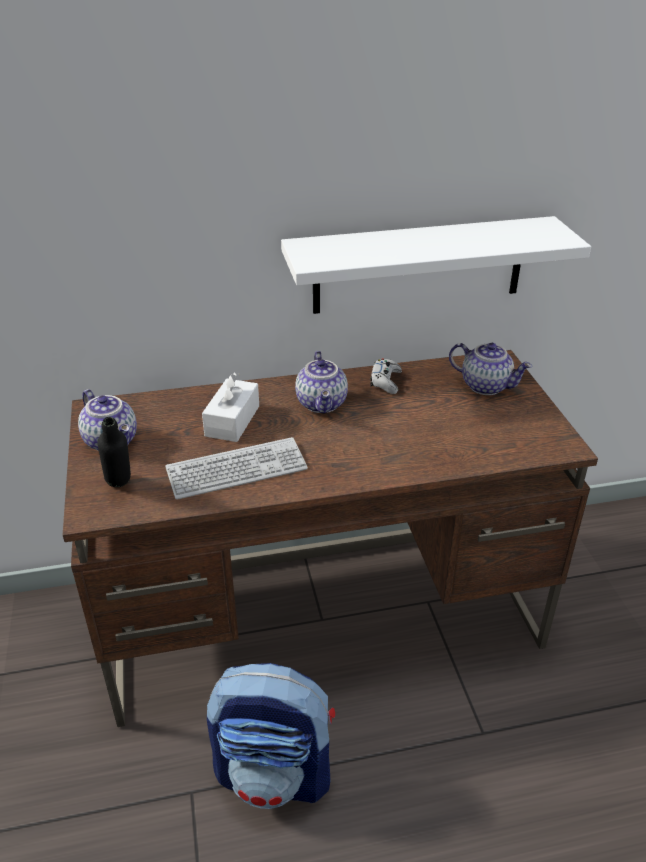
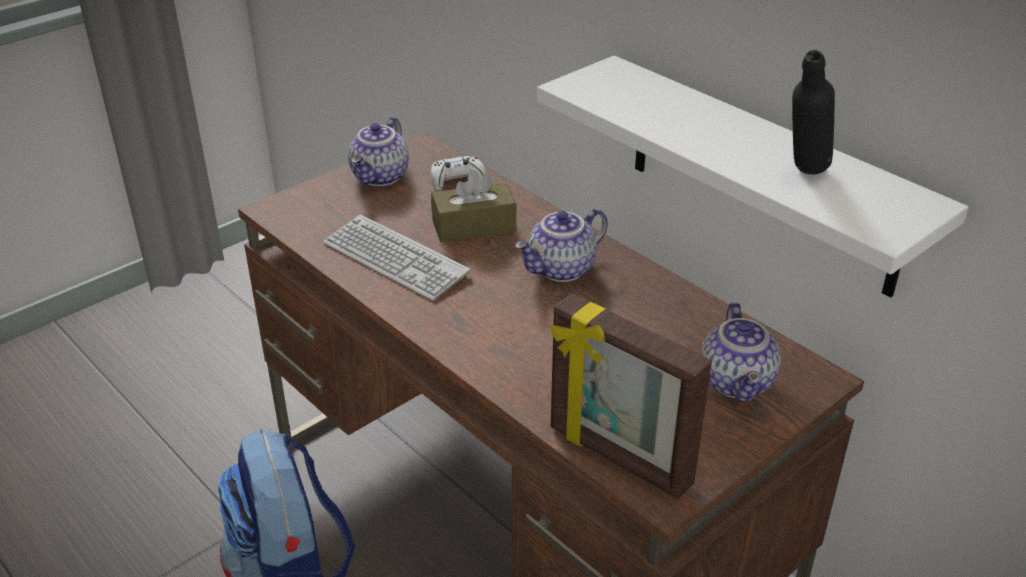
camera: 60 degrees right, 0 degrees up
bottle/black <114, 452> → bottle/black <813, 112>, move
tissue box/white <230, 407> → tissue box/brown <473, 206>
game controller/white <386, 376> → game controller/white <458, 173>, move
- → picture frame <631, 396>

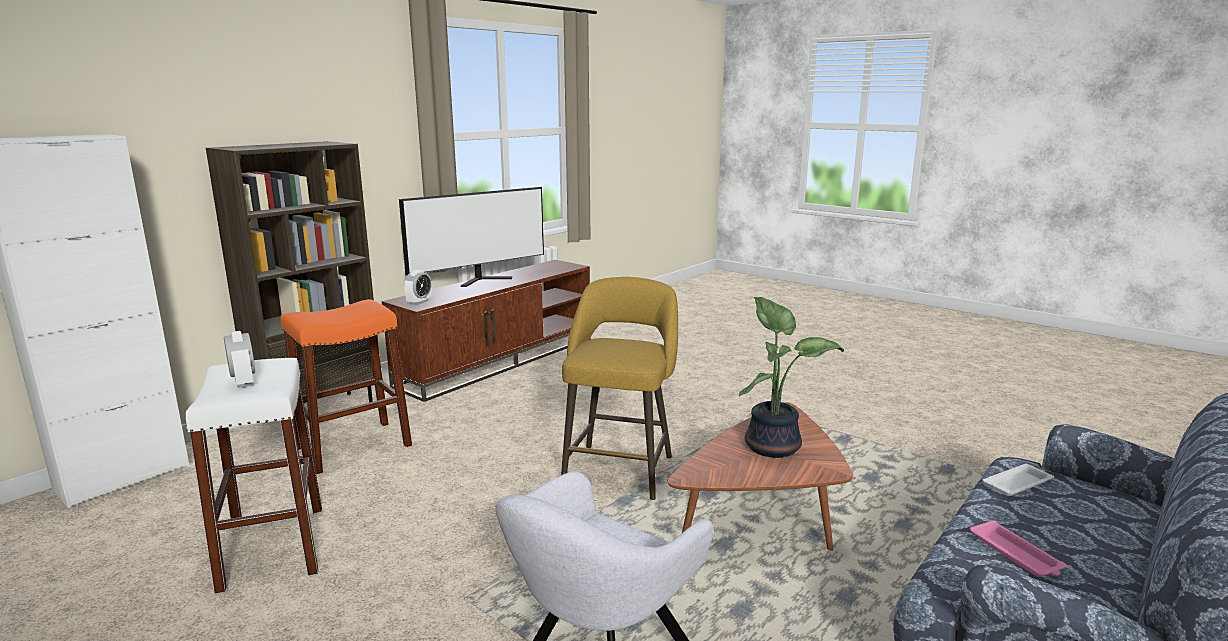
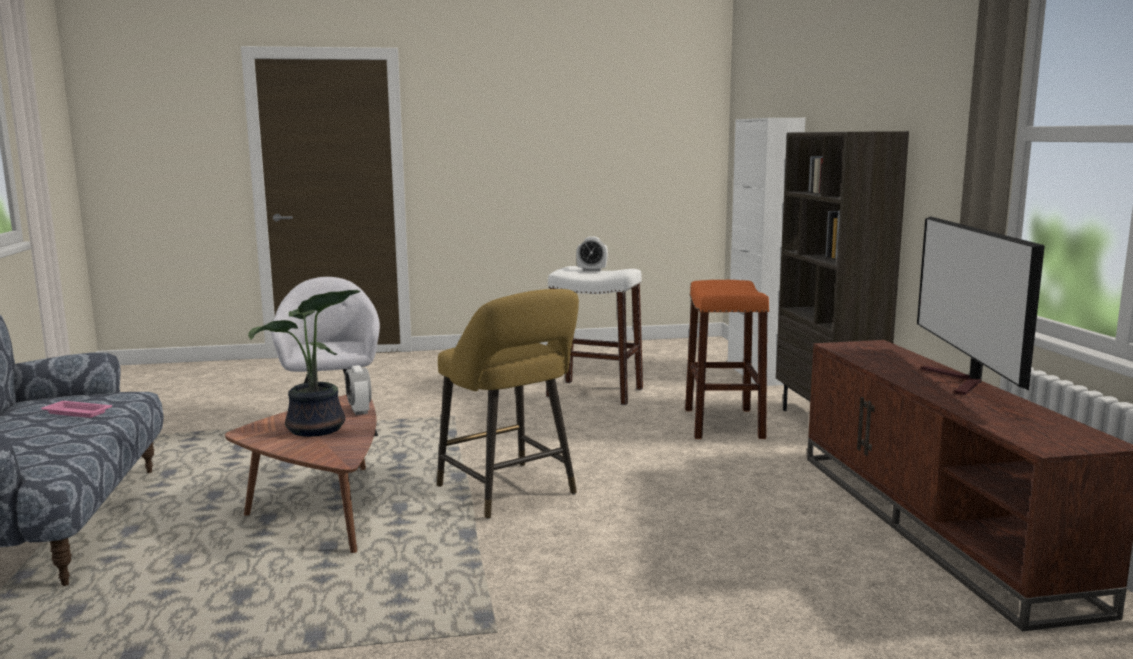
camera: 130 degrees right, 5 degrees down
alarm clock <418, 287> → alarm clock <358, 390>, move
tray/white <1018, 480> → -

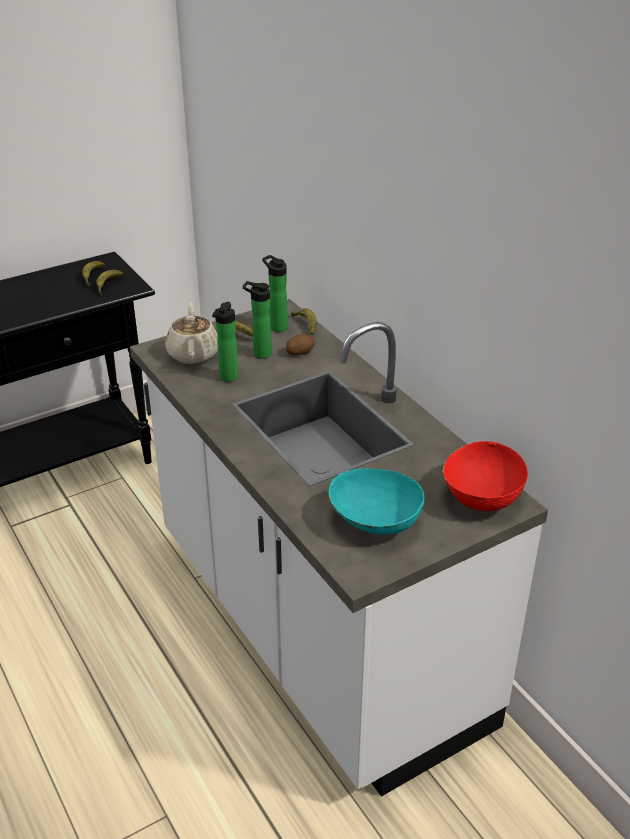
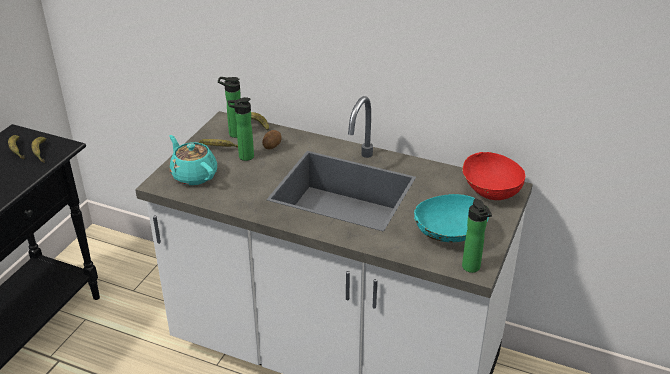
camera: 35 degrees left, 0 degrees up
teapot/beige <191, 333> → teapot/turquoise <193, 160>
bottle <225, 342> → bottle <477, 236>, move

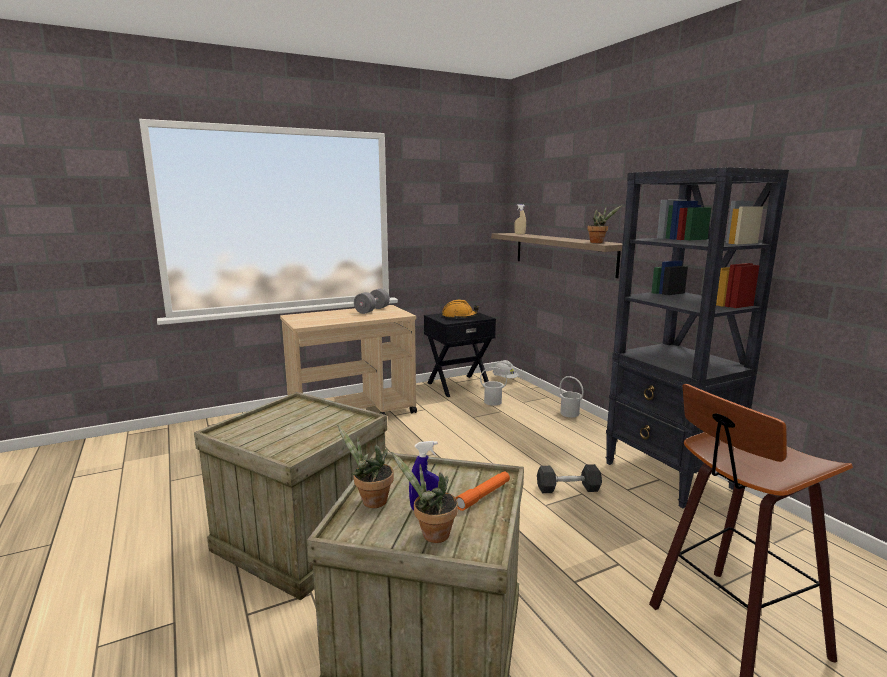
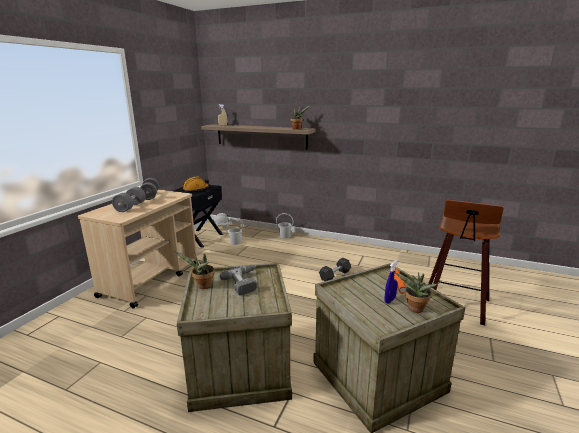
camera: 40 degrees left, 5 degrees up
potted plant <366, 466> → potted plant <194, 270>, move
bookcase/black <697, 337> → -
- → dumbbell/grey <129, 199>
- → power drill <238, 280>

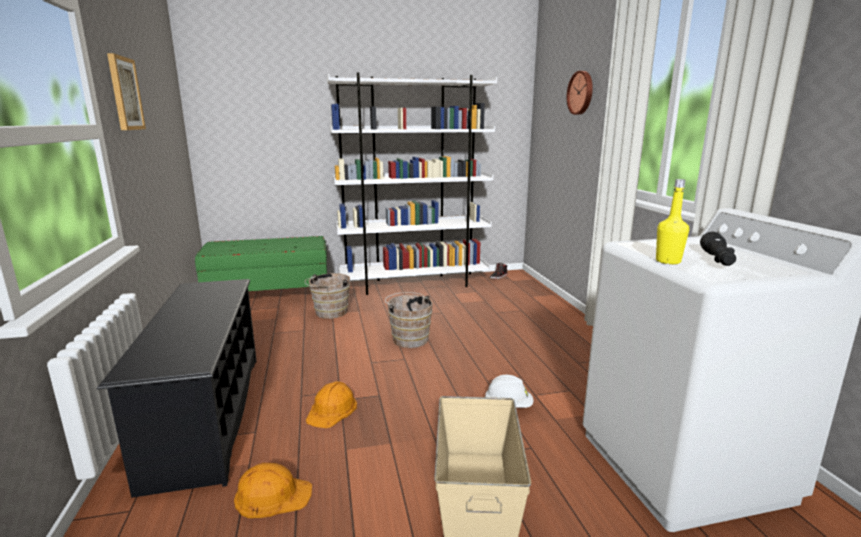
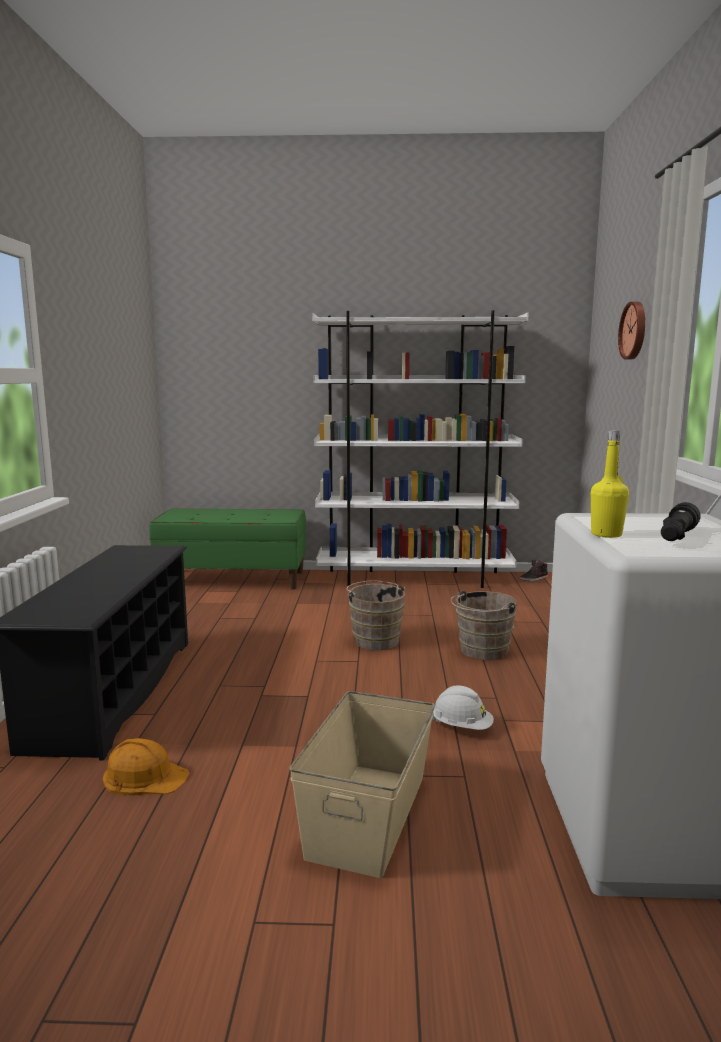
camera: 15 degrees right, 5 degrees down
picture <126, 91> → -
bucket/brown <327, 296> → bucket/brown <484, 625>, move
hard hat/orange <331, 404> → -

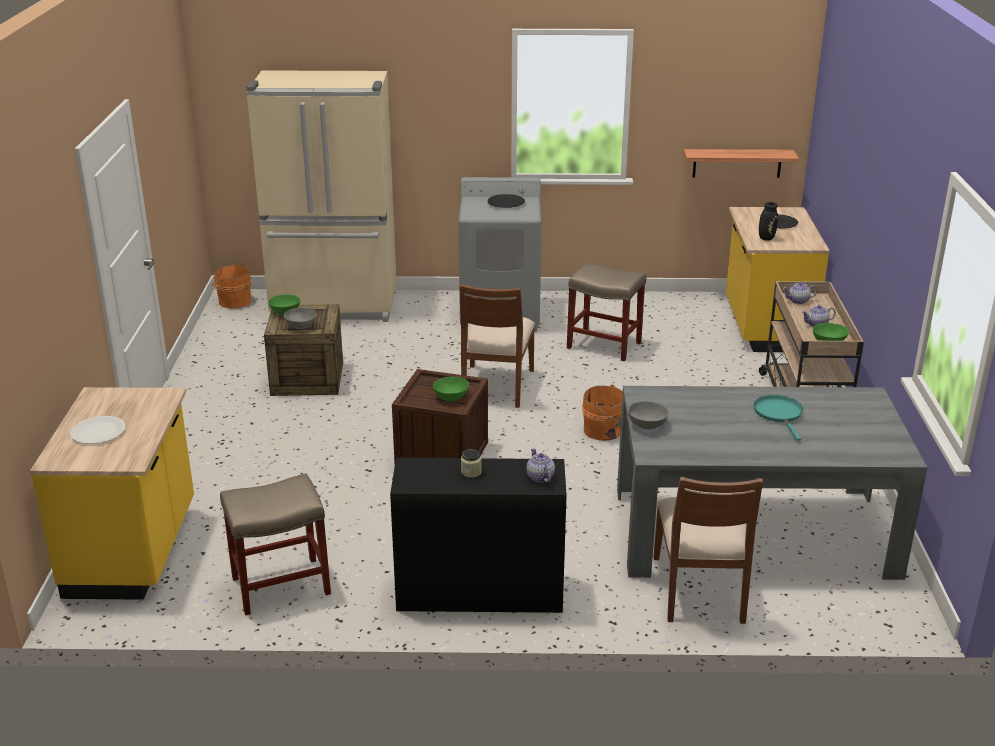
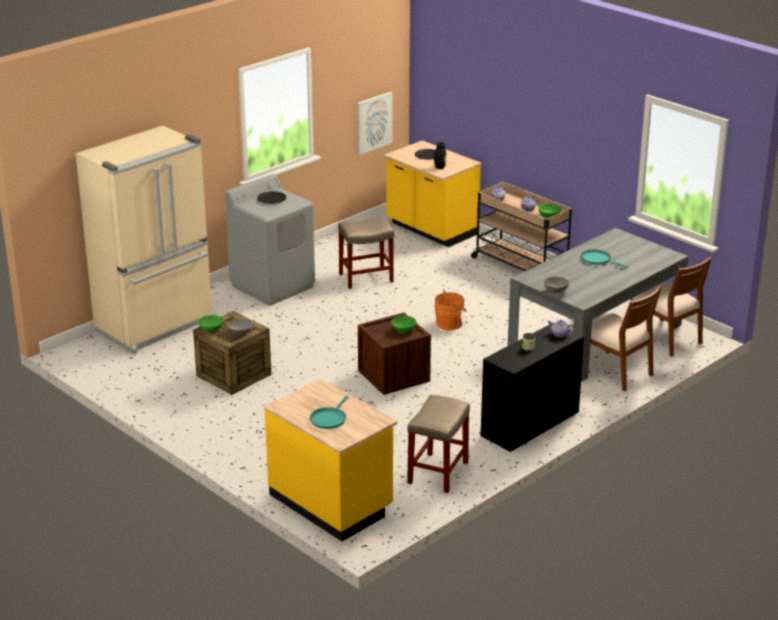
camera: 45 degrees left, 0 degrees up
plate/white <97, 430> → frying pan/turquoise <329, 412>
bucket/orange <231, 286> → -
chair/brown <497, 346> → chair/brown <671, 307>, move
shelf <741, 163> → picture <374, 123>

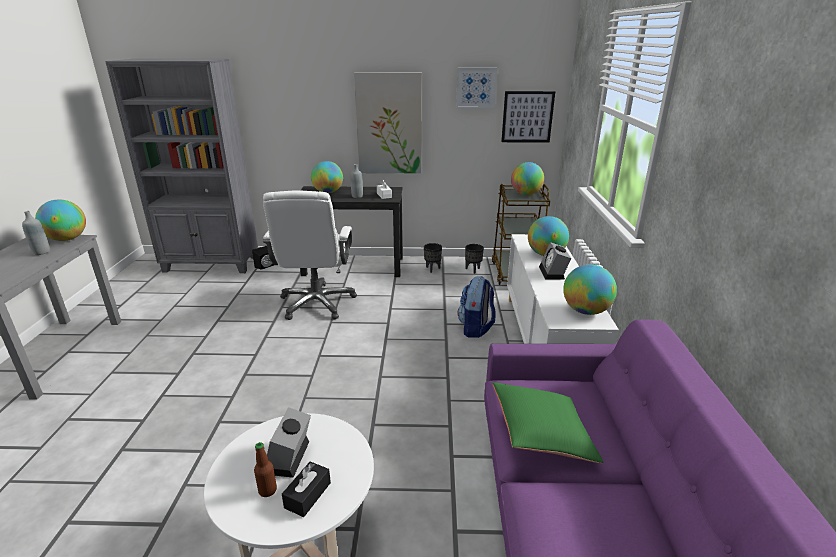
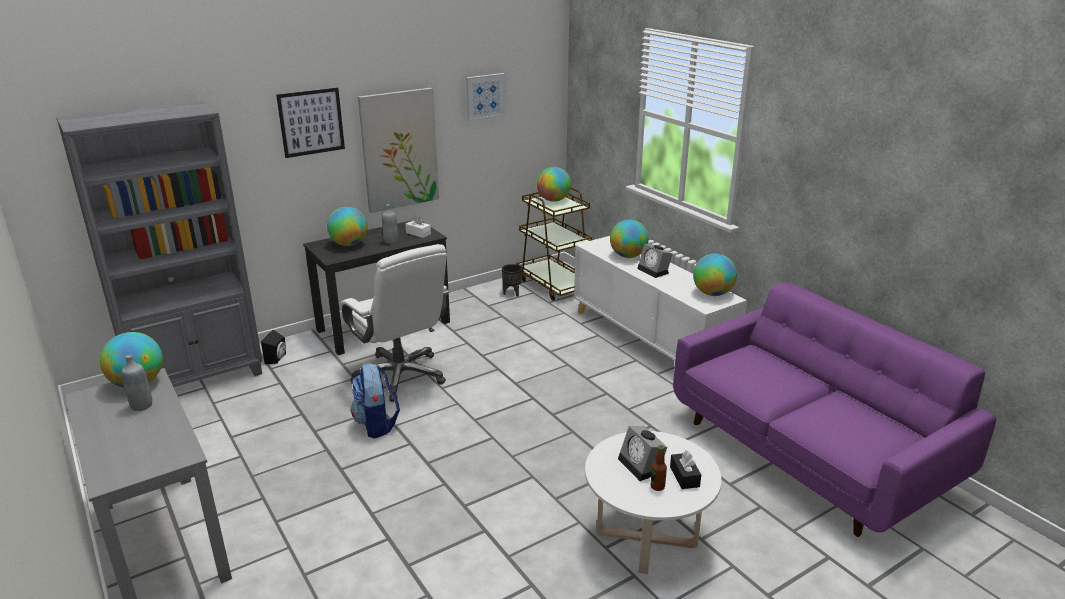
camera: 35 degrees left, 0 degrees up
planter/black <433, 258> → -
backpack <476, 307> → backpack <375, 400>, move
pillow/green <548, 422> → -
picture <528, 117> → picture <310, 123>, move

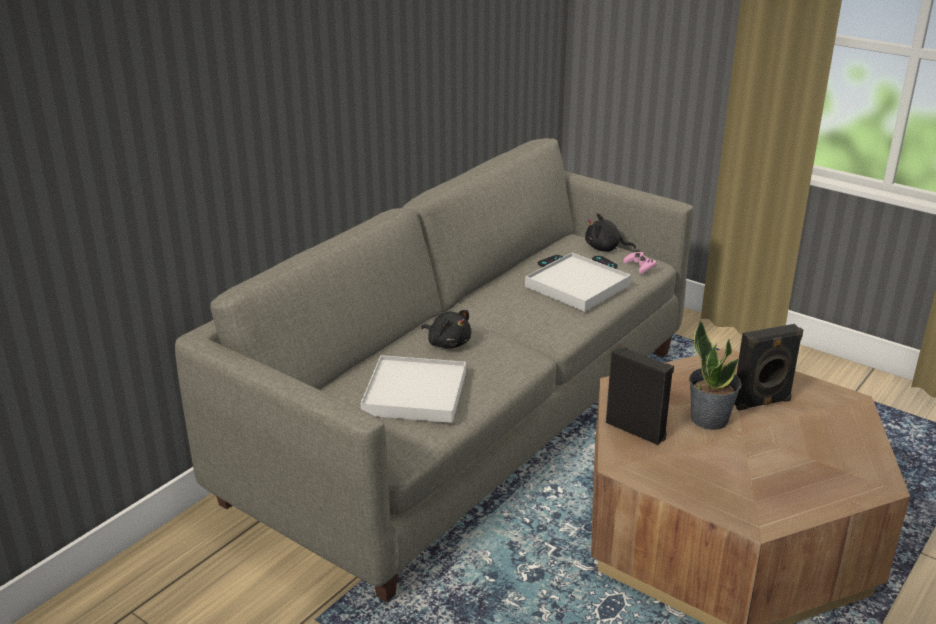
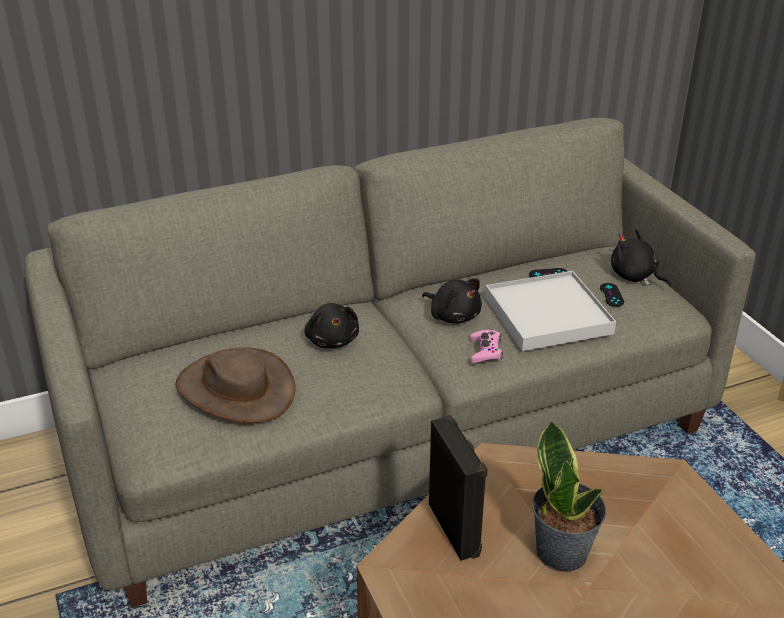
camera: 30 degrees right, 5 degrees up
tray/white <413, 389> → hat/brown <236, 385>
game controller/pink <640, 263> → game controller/pink <486, 346>, move
speaker/black <768, 367> → -
- → plush toy/black <452, 301>

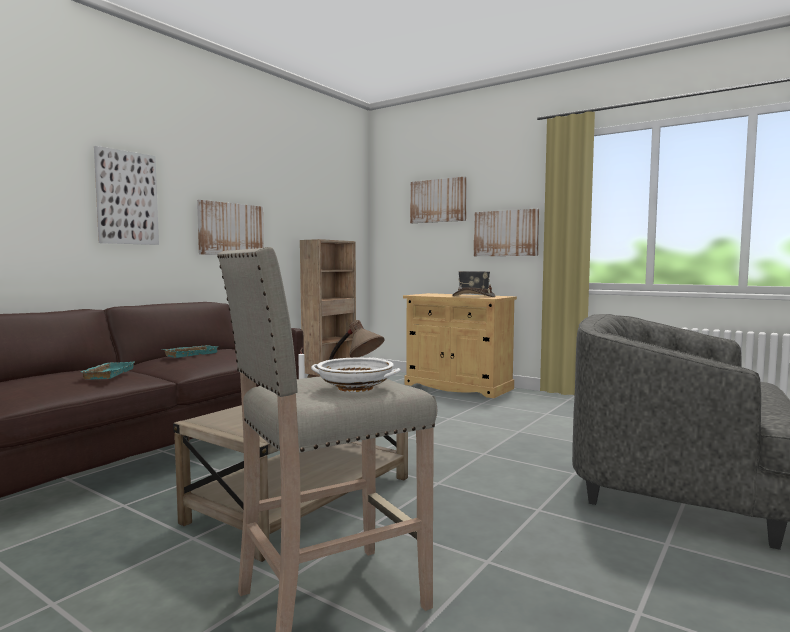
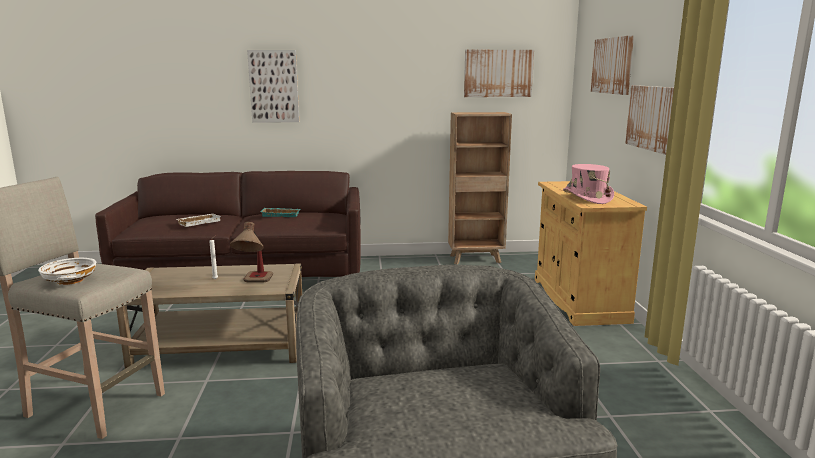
camera: 50 degrees right, 10 degrees up
tray/turquoise <107, 371> → tray/white <198, 220>
picture <230, 227> → picture <499, 73>, move
hat/grey <474, 284> → hat/pink <588, 184>

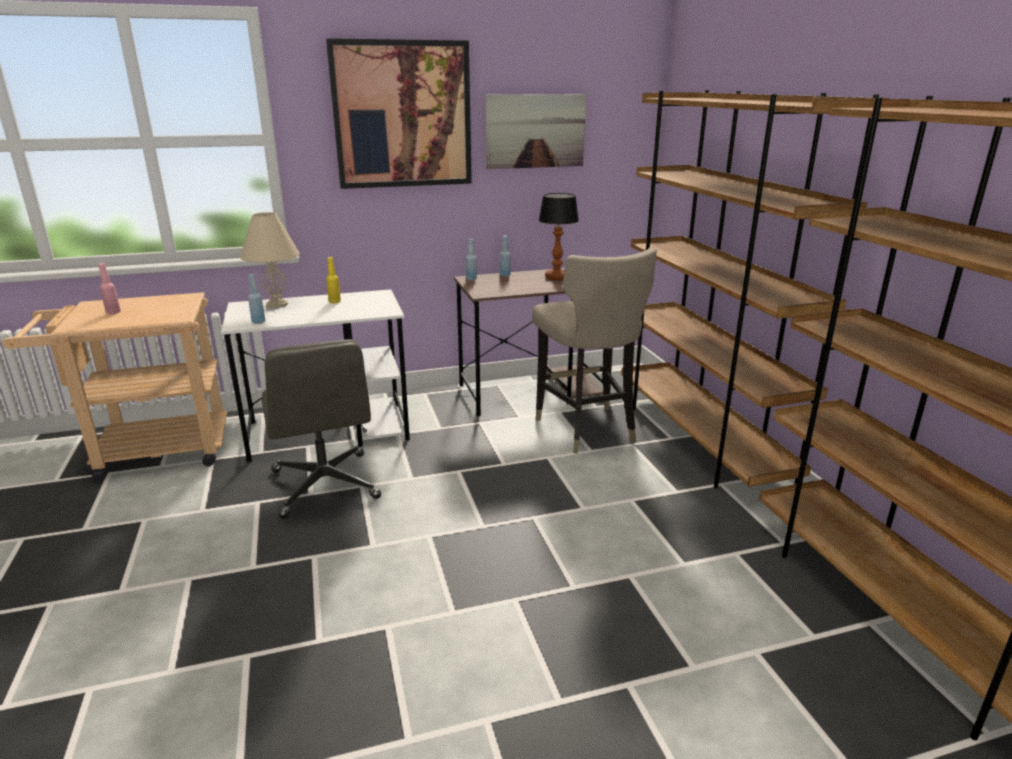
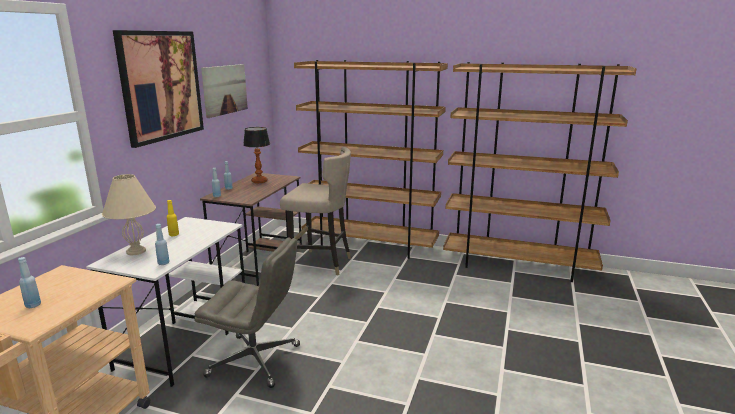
camera: 55 degrees left, 5 degrees down
bottle/pink <109, 288> → bottle/blue <29, 282>

